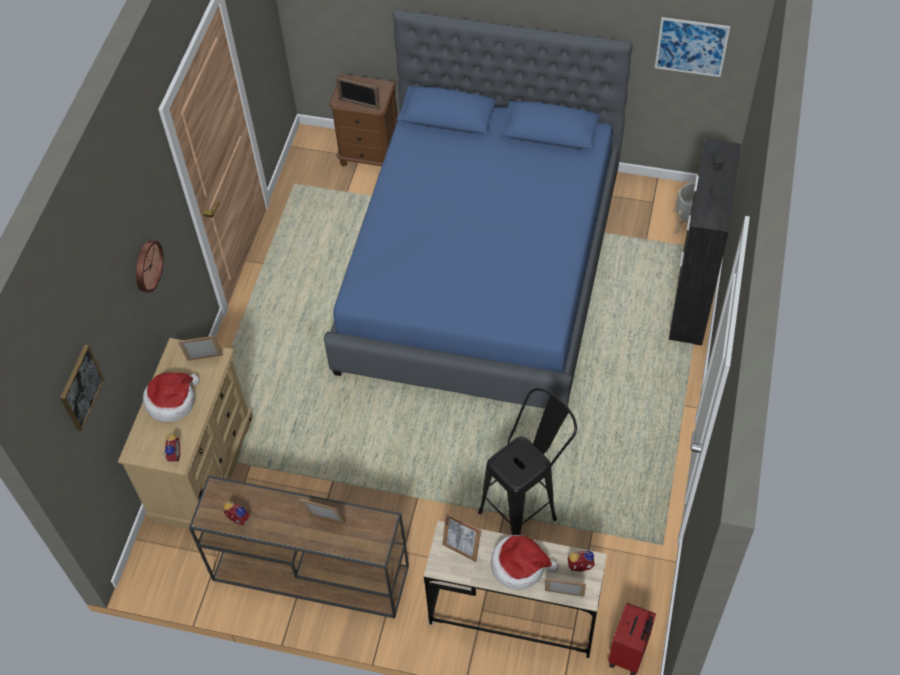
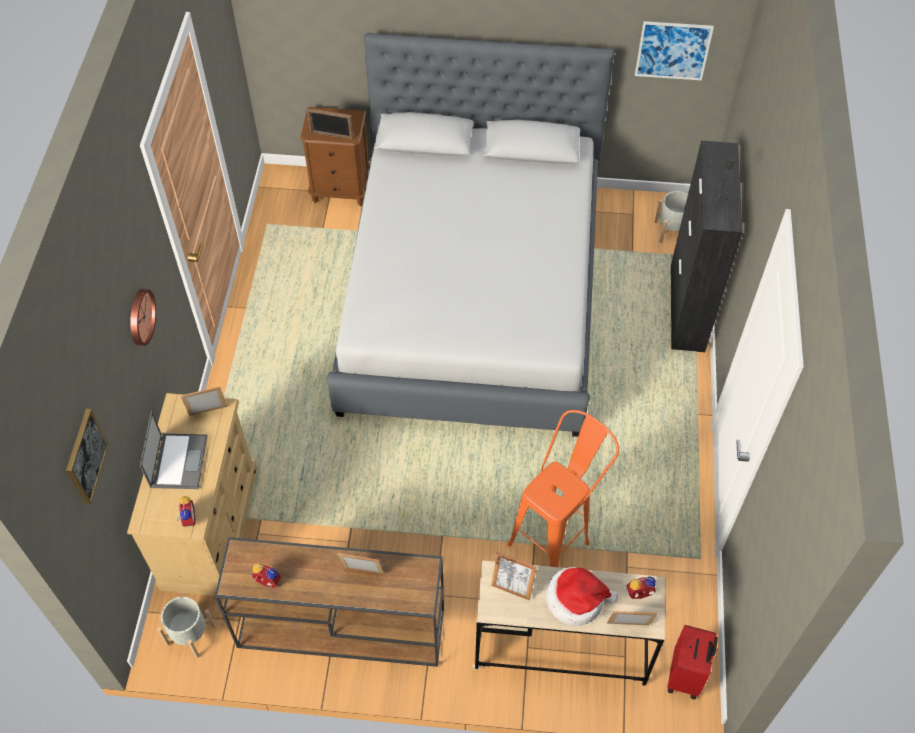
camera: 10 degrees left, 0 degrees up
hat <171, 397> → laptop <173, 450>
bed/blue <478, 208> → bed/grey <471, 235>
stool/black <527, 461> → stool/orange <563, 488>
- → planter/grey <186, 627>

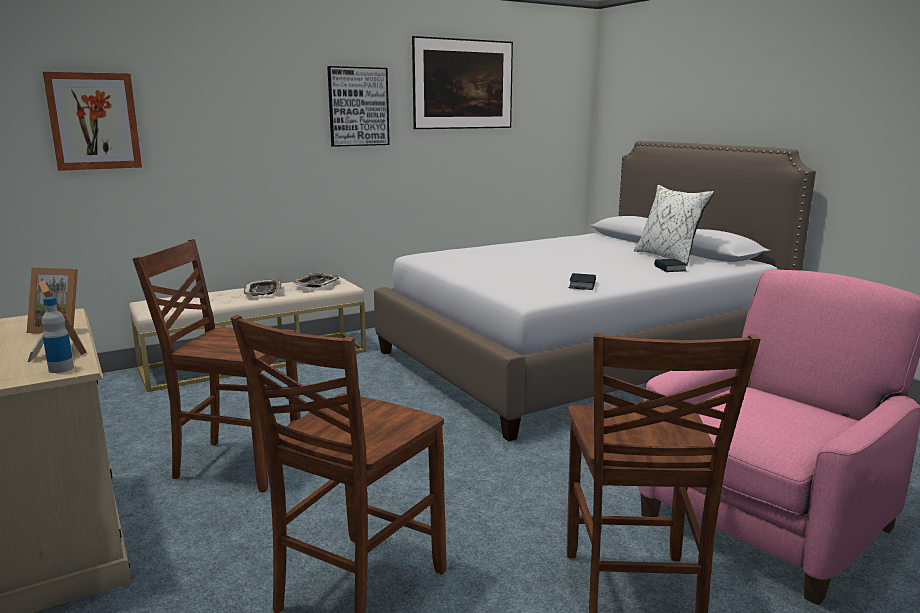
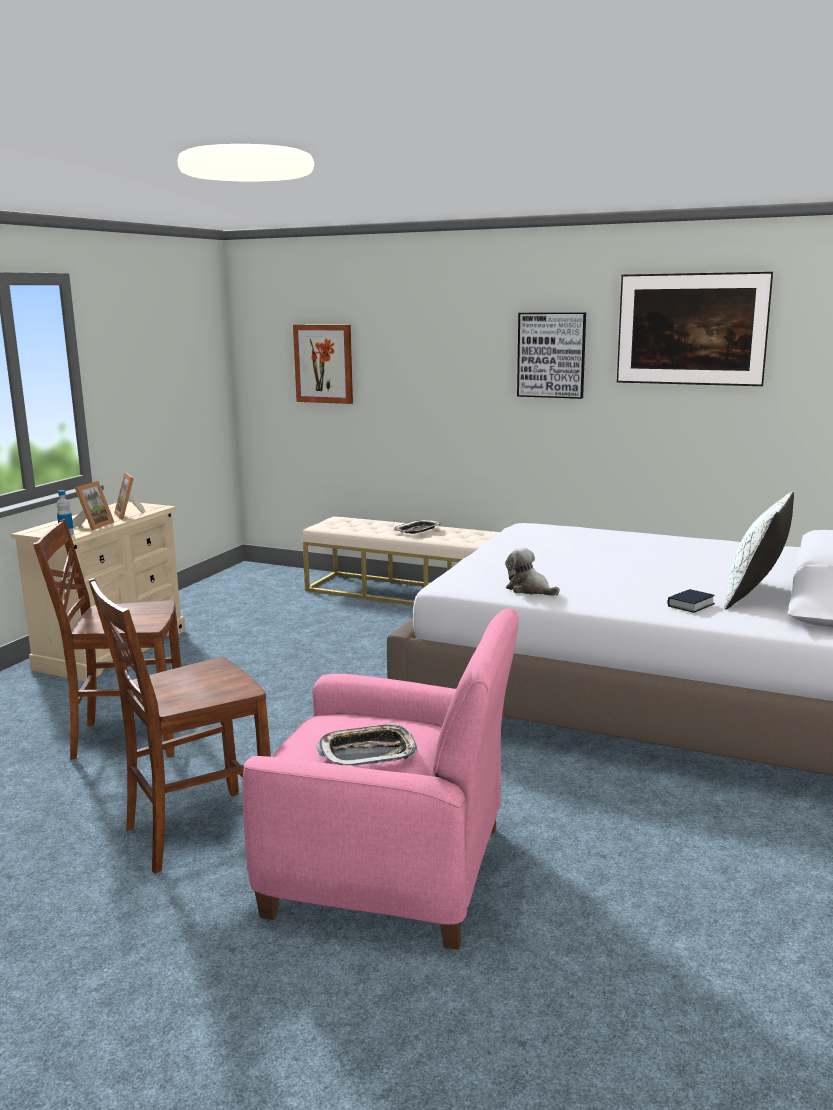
camera: 55 degrees right, 0 degrees up
chair/brown <217, 365> → -
tray <316, 280> → tray <366, 744>, move
book <582, 281> → plush toy <532, 571>

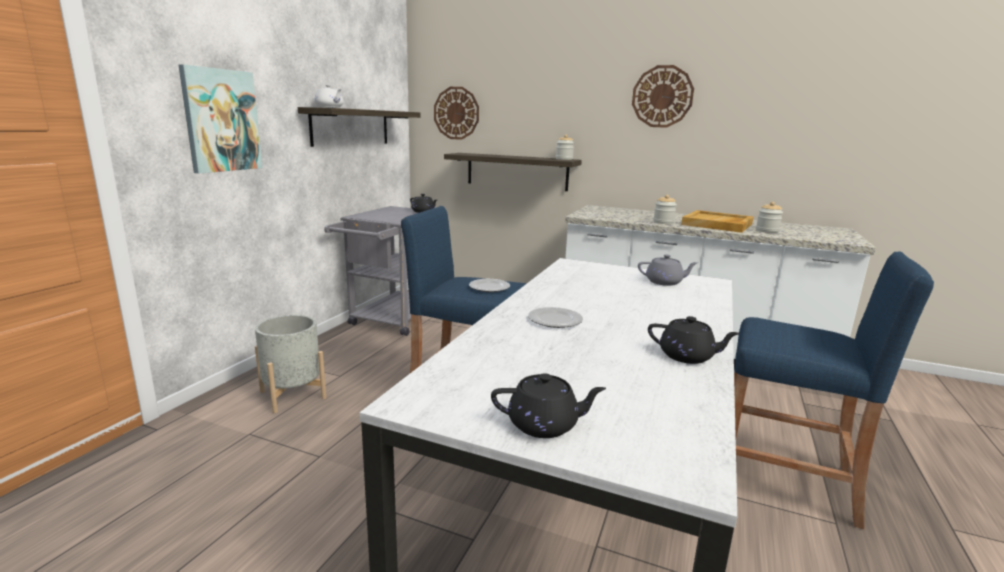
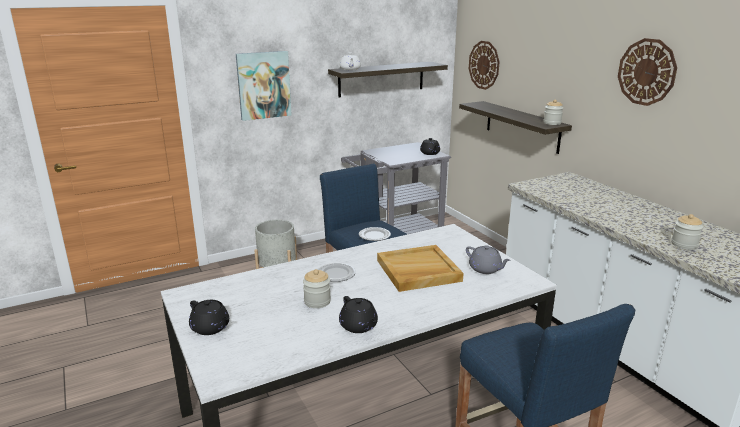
camera: 40 degrees right, 5 degrees up
jar <665, 209> → jar <317, 288>, move
tray/beige <717, 221> → tray/beige <420, 268>, move

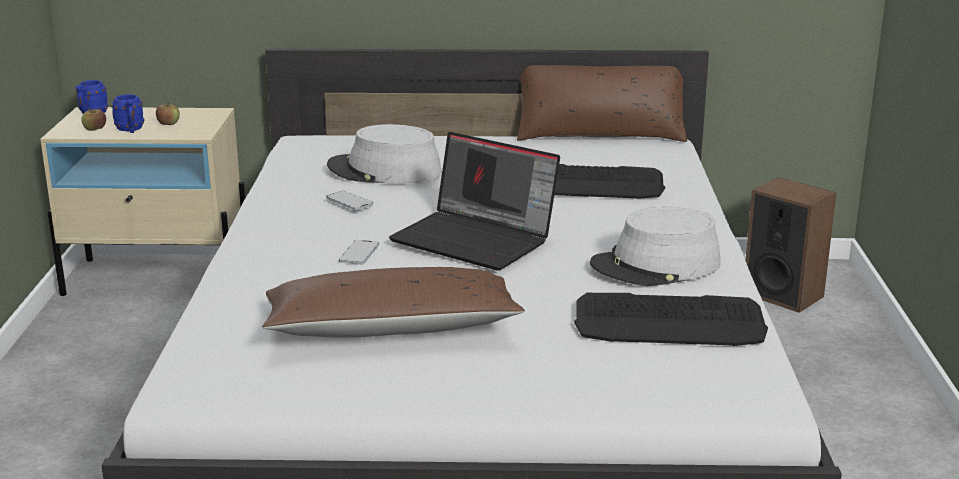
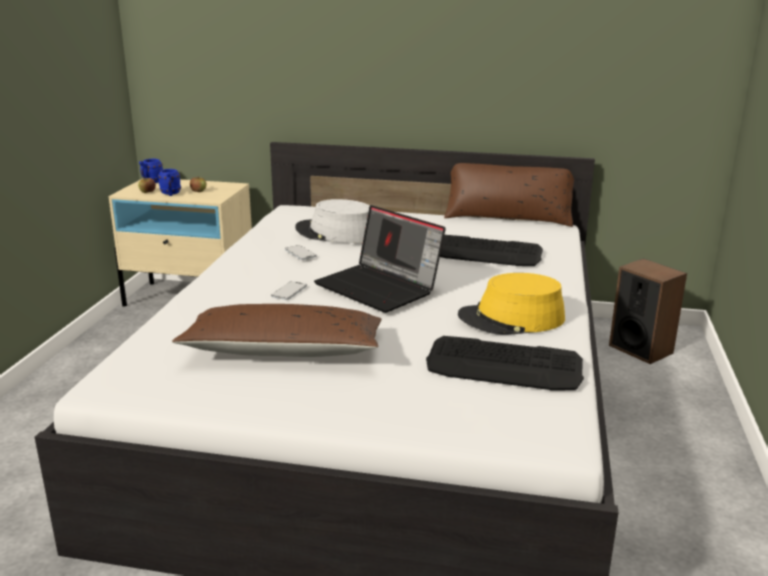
camera: 10 degrees right, 0 degrees up
hat/grey <655, 246> → hat/yellow <511, 304>

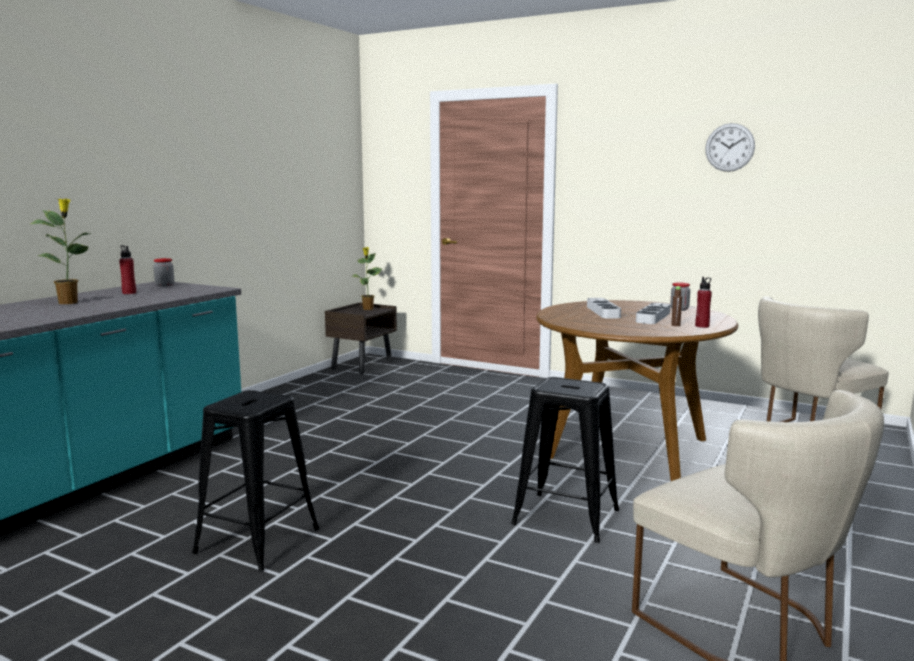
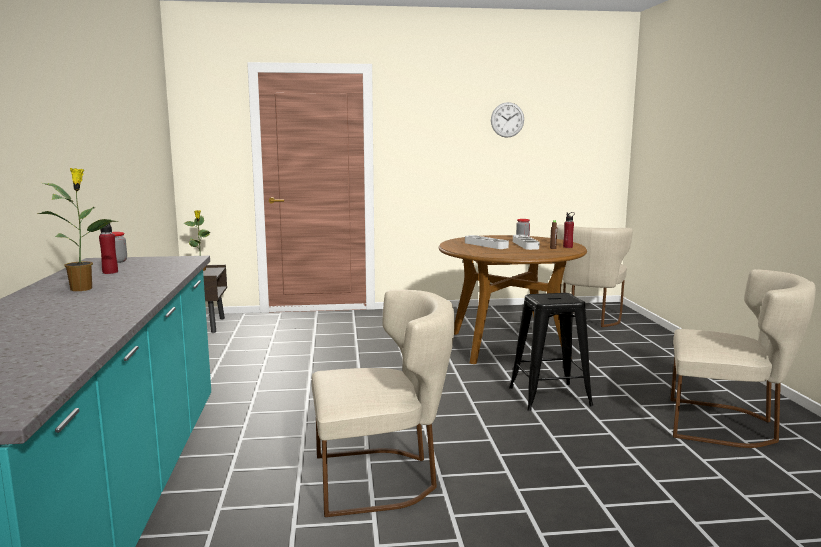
camera: 35 degrees left, 0 degrees up
stool/black <255, 481> → chair/beige <383, 403>

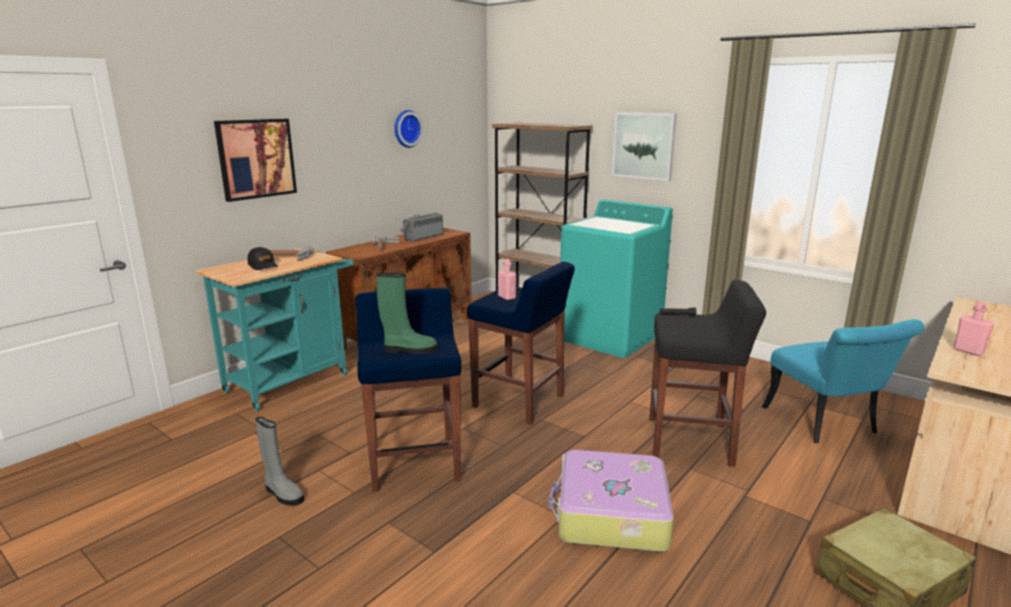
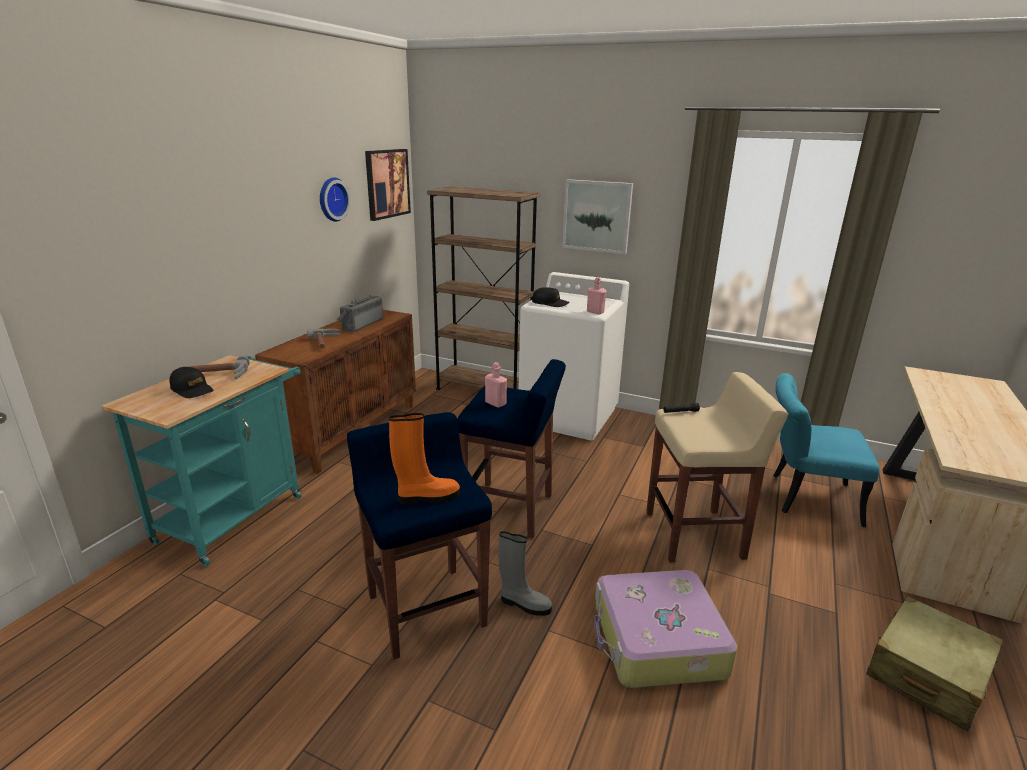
camera: 15 degrees left, 5 degrees up
picture <255, 160> → picture <388, 185>, move
boot/grey <280, 461> → boot/grey <525, 573>, move
boot/green <406, 313> → boot/orange <424, 459>
washing machine/turquoise <616, 278> → washing machine/white <574, 356>
stool/black <707, 373> → stool/beige <717, 467>
chair/turquoise <843, 381> → chair/turquoise <826, 450>, 135 degrees clockwise
bottle/pink <974, 329> → bottle/pink <596, 295>, move
- → cap/black <551, 297>

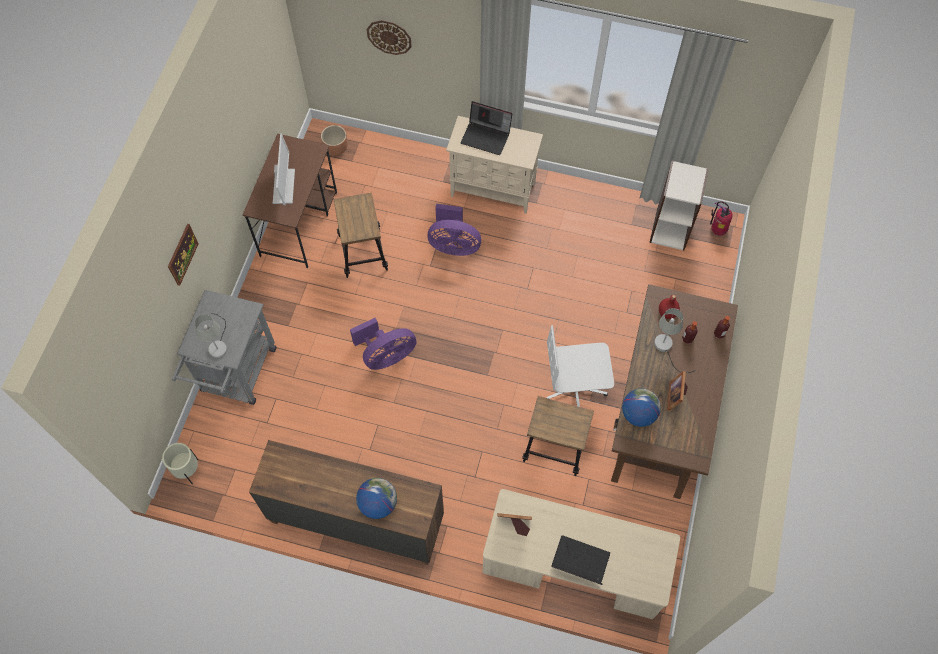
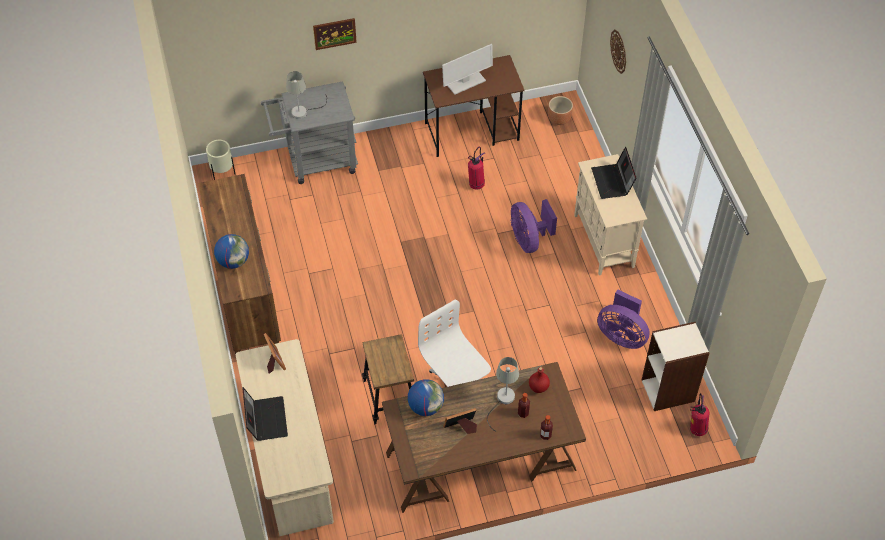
camera: 60 degrees right, 10 degrees down
stool <360, 235> → fire extinguisher <476, 168>
fan/purple <383, 344> → fan/purple <623, 319>, move

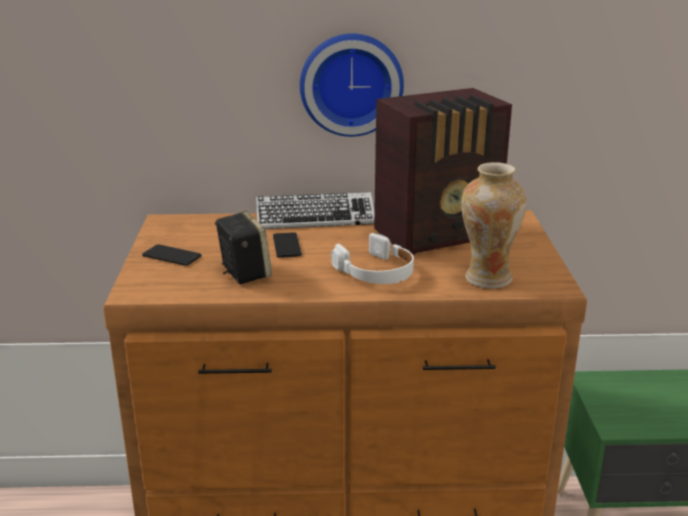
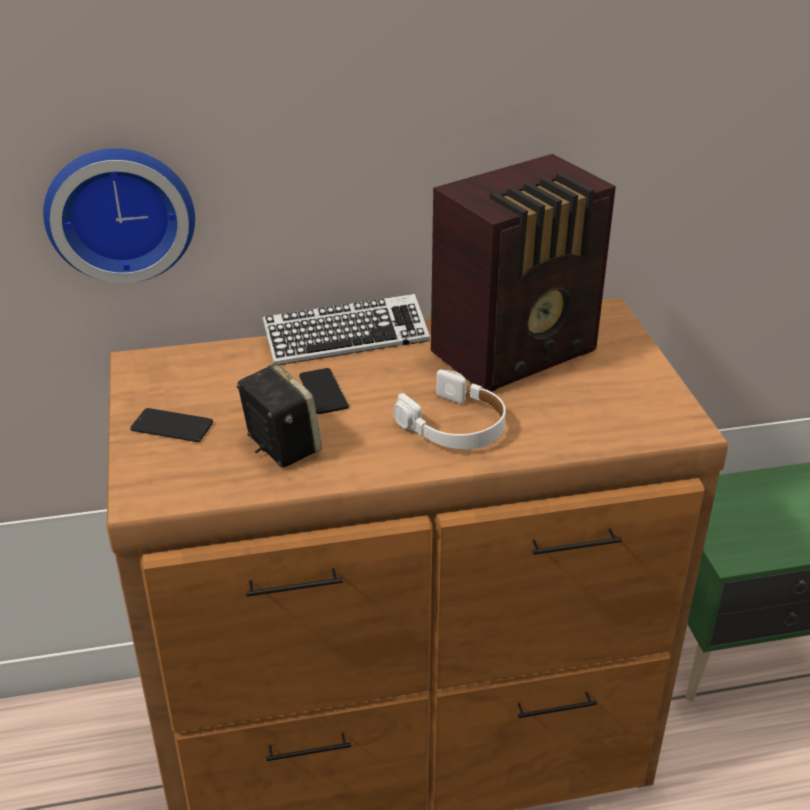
camera: 10 degrees left, 10 degrees up
wall clock <352, 85> → wall clock <119, 215>, move
vase <493, 225> → -

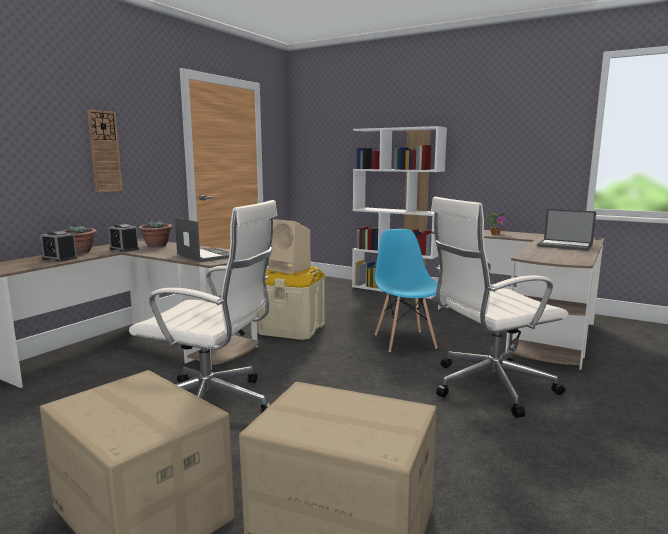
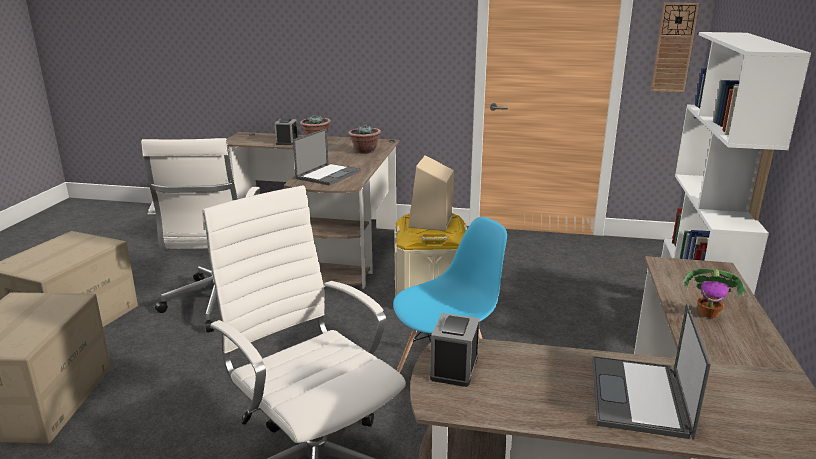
camera: 70 degrees right, 10 degrees up
wall clock <105, 151> → wall clock <675, 47>, move
alarm clock <123, 238> → alarm clock <455, 350>, move

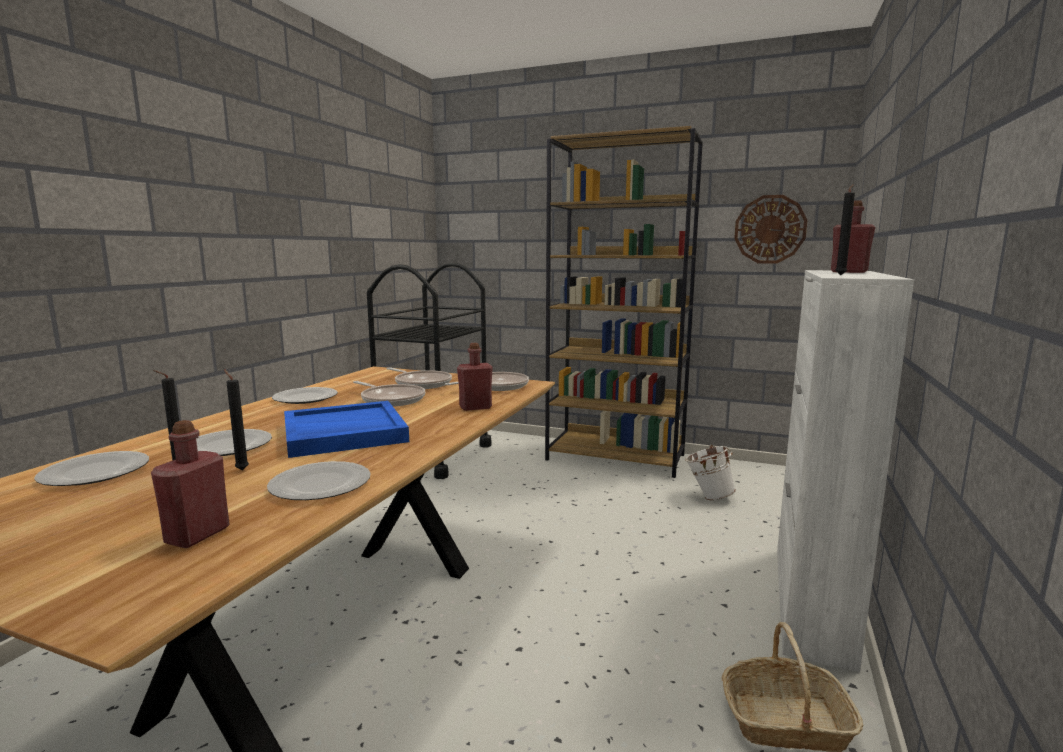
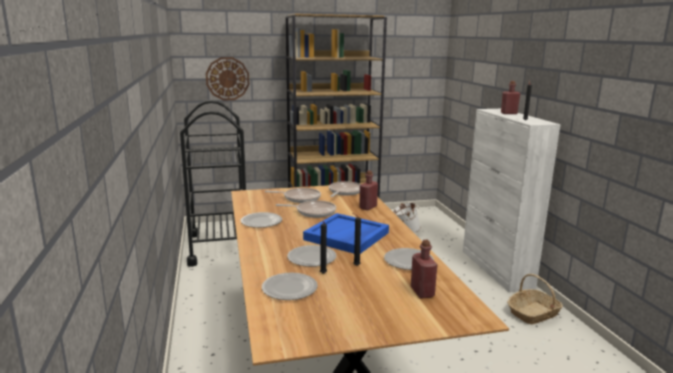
camera: 35 degrees left, 5 degrees up
wall clock <771, 229> → wall clock <227, 78>, move

